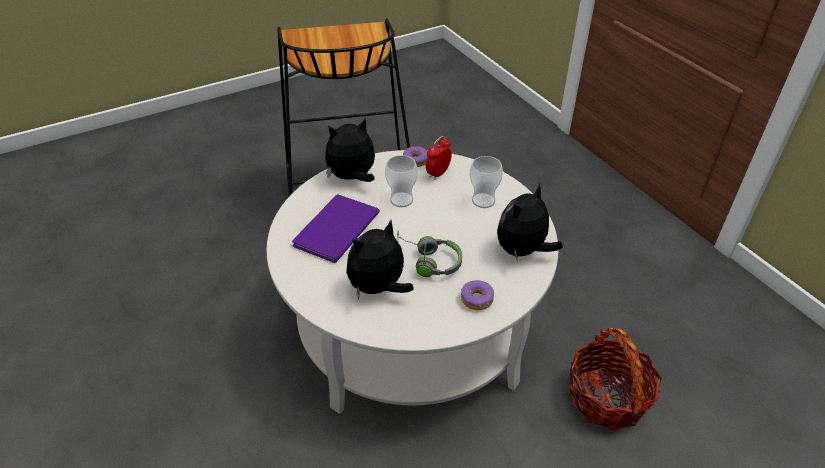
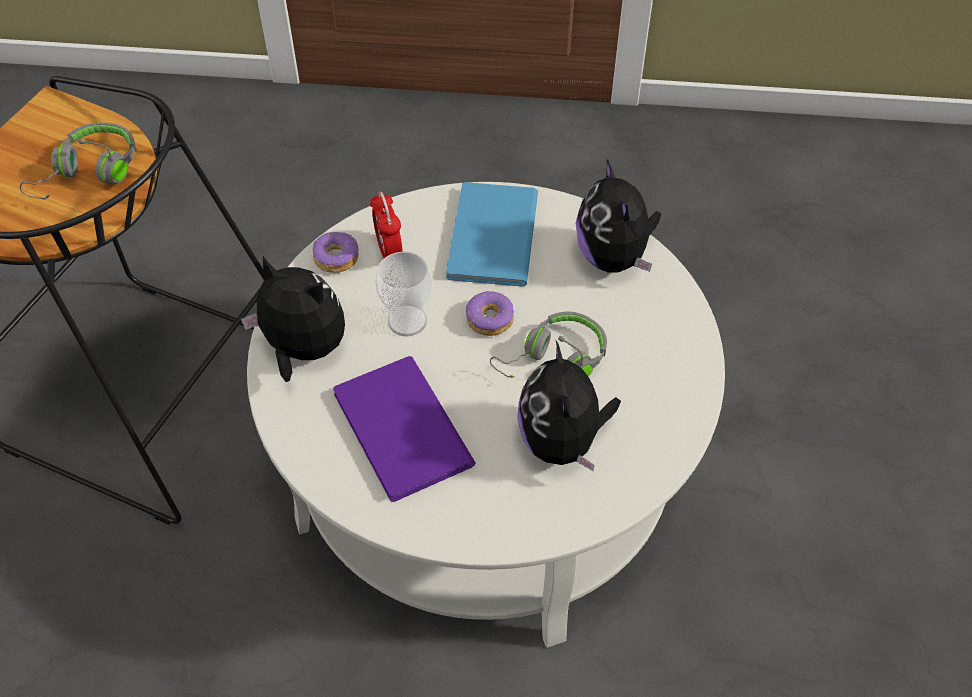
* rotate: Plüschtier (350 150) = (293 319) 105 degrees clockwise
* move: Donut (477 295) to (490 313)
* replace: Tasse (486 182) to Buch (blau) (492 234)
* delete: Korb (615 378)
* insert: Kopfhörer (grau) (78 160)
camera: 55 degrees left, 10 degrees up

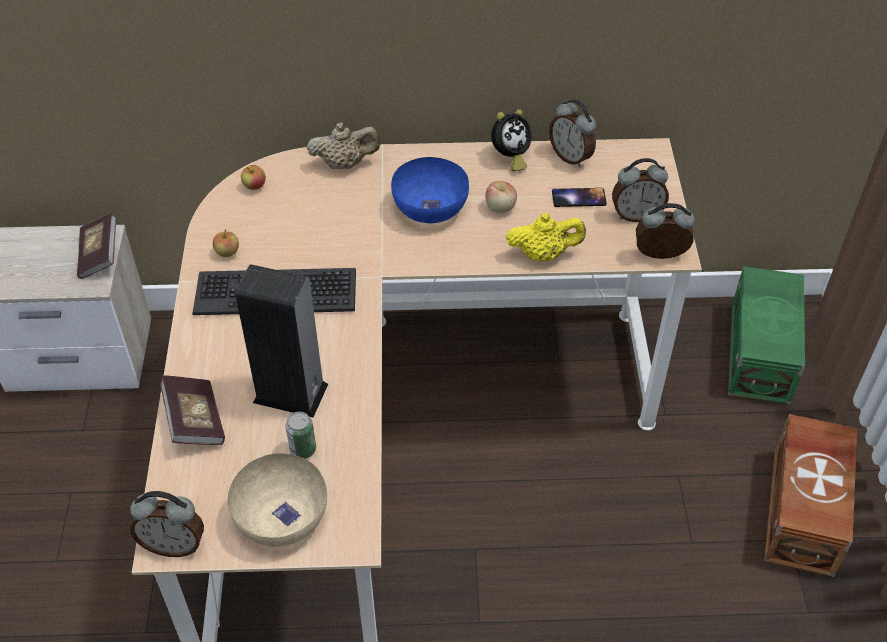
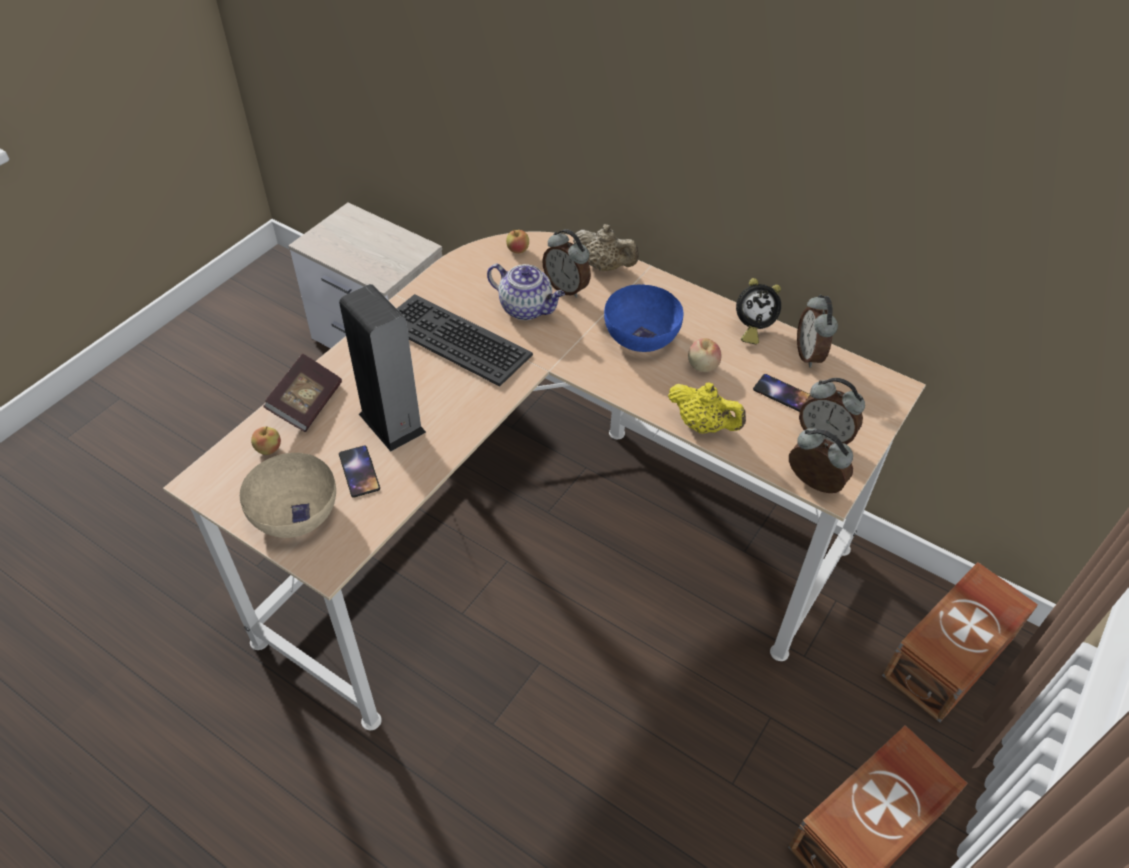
* delete: Buch (96 246)
* move: Wecker (167 524) to (566 263)
* move: Apfel (226 243) to (266 440)
* replace: Dose (301 435) to Handy (359 471)
* recolor: Aufbewahrungsbox (grün) (766 335) to Aufbewahrungsbox (braun) (960 642)
* insert: Teekanne (526 292)
camera: 35 degrees right, 0 degrees up

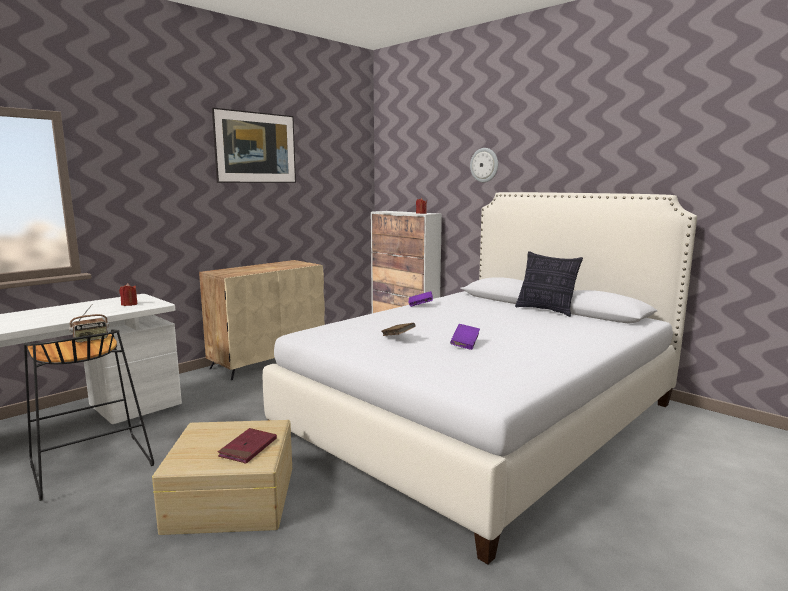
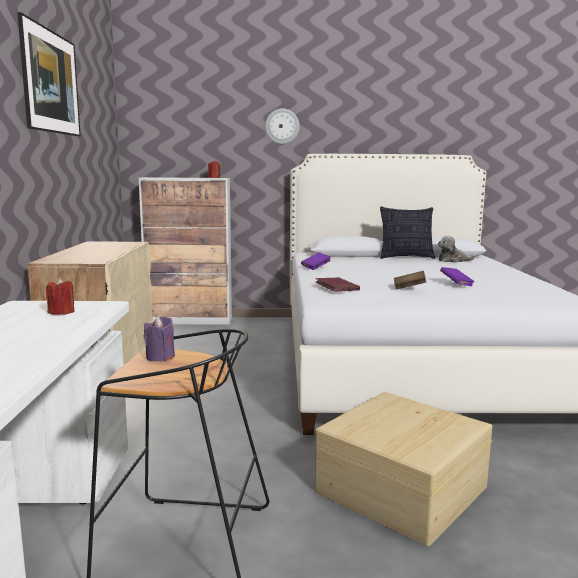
* replace: Radio (89 323) to Kerze (lila) (159 338)
* move: Buch (rot) (247 446) to (337 284)
* insert: Plüschtier (456 249)
camera: 45 degrees left, 0 degrees up

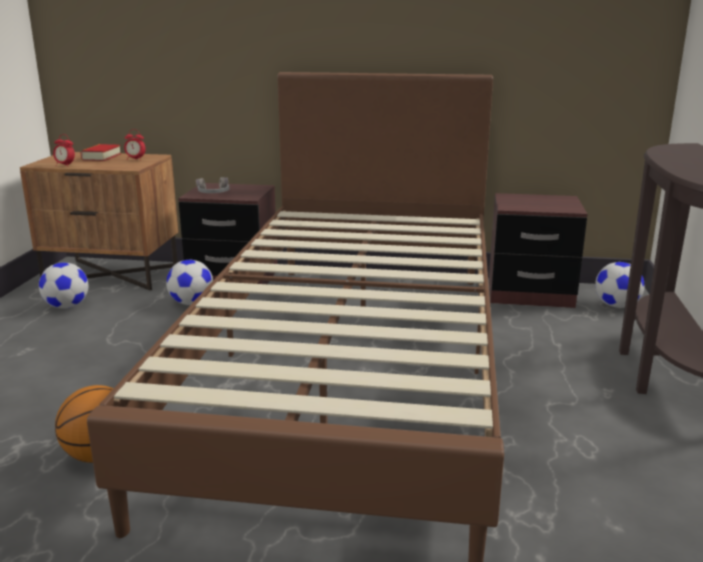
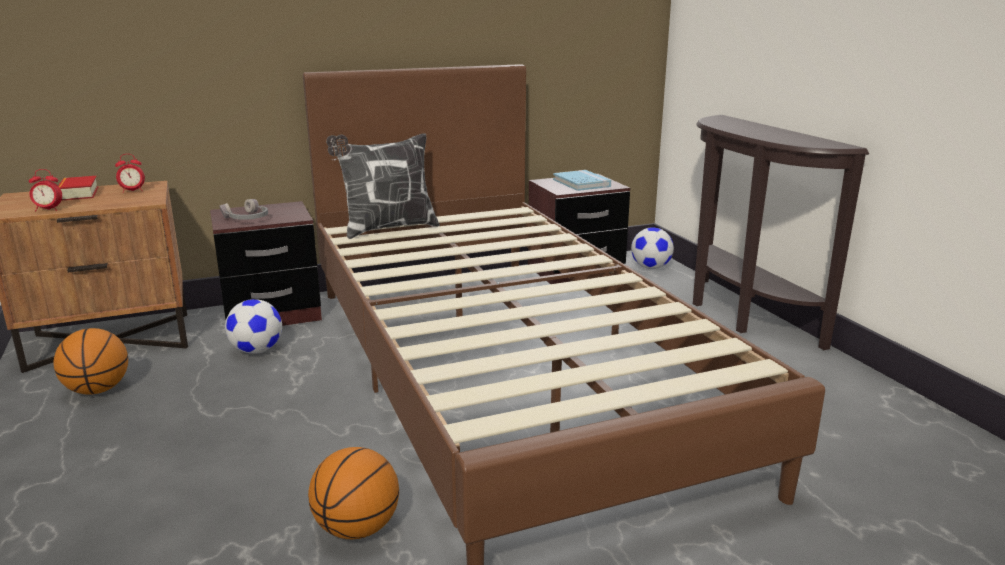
* replace: Fußball (64 286) to Basketball (90 361)
* insert: Kissen (383 186)
* insert: Buch (blau) (582 180)
camera: 30 degrees left, 0 degrees up

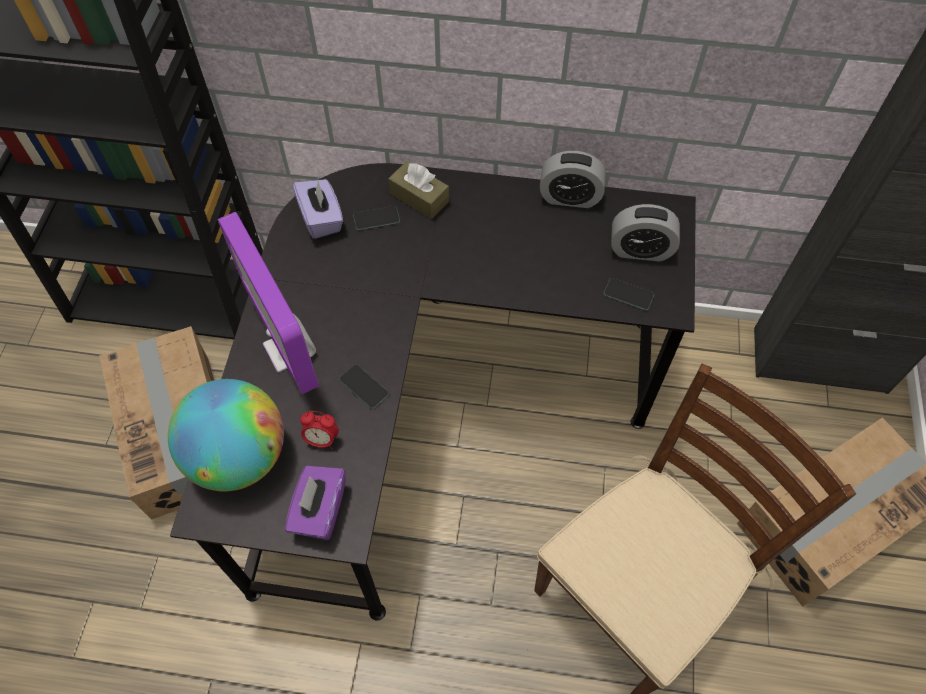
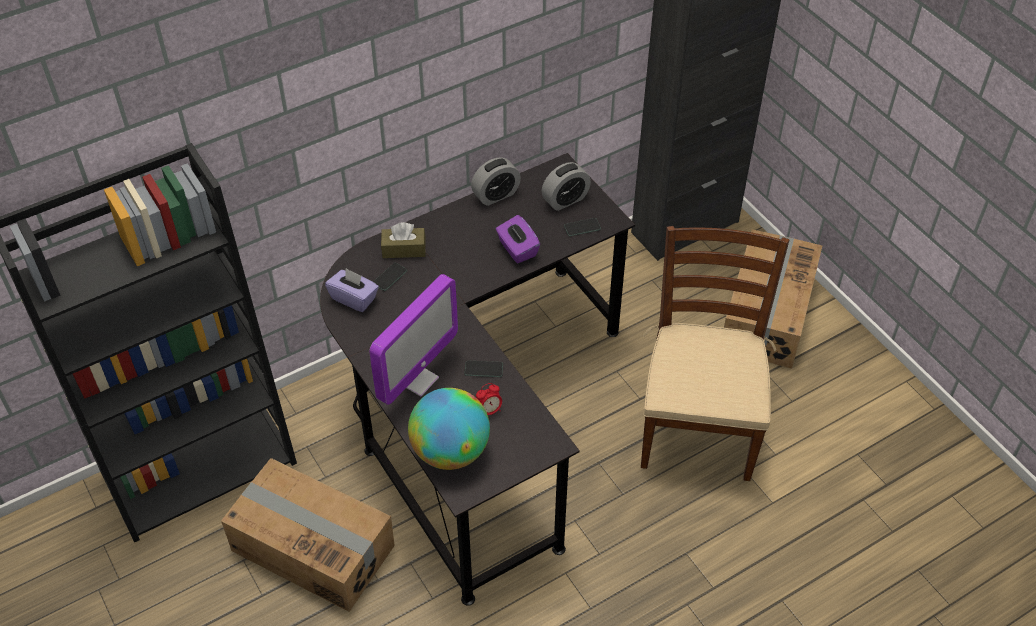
* rotate: Monitor (268 303) = (413 339) 75 degrees counterclockwise
* move: Taschentuchbox (lila) (315 503) to (518 239)
camera: 40 degrees left, 10 degrees down

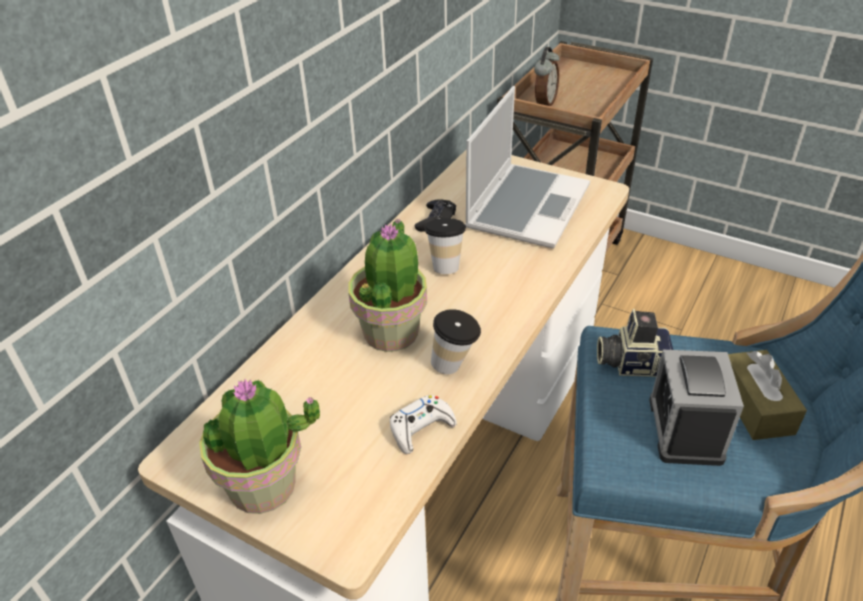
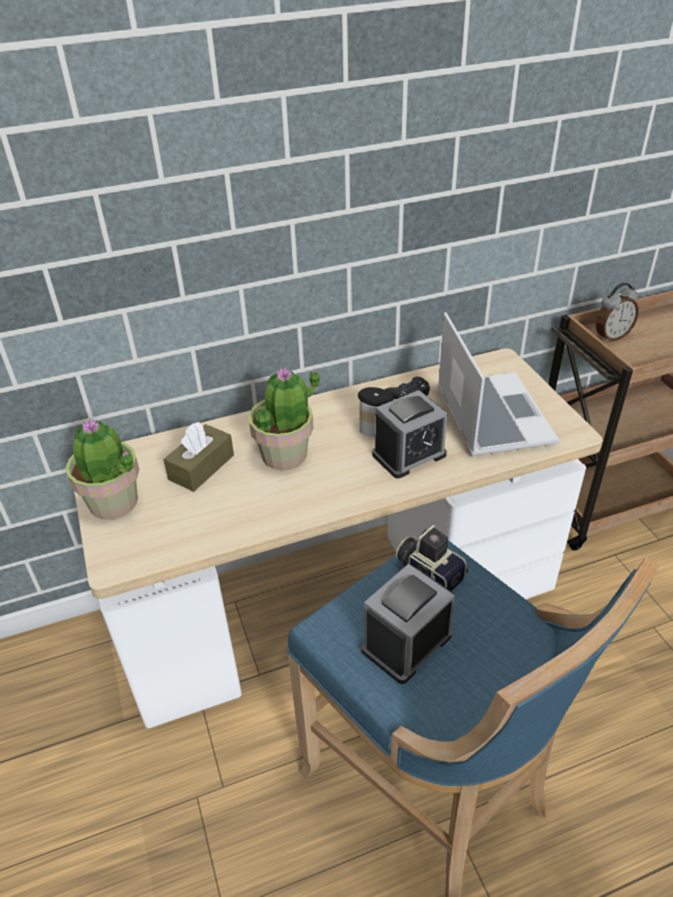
* delete: Gamepad (weiß) (423 424)
* delete: Tasse (456 341)
* rotate: Laptop (527 167) = (498 384) 75 degrees counterclockwise
* move: Taschentuchbox (braun) (767 395) to (198 457)
* insert: Wecker (409 434)
camera: 40 degrees right, 0 degrees up

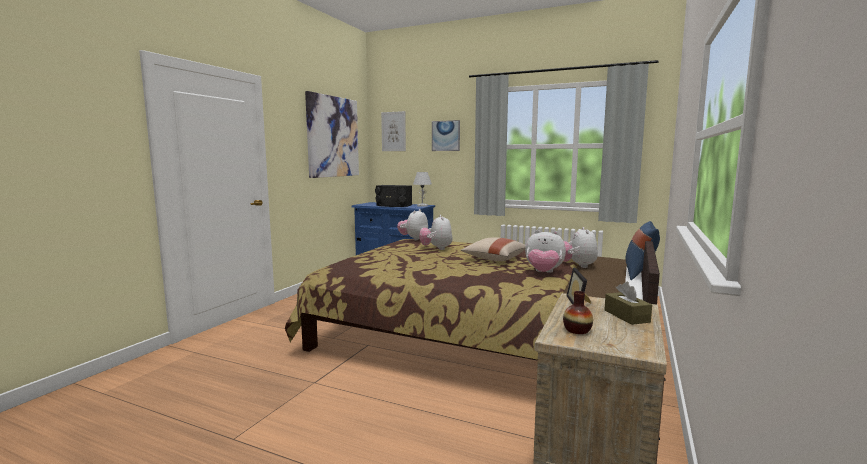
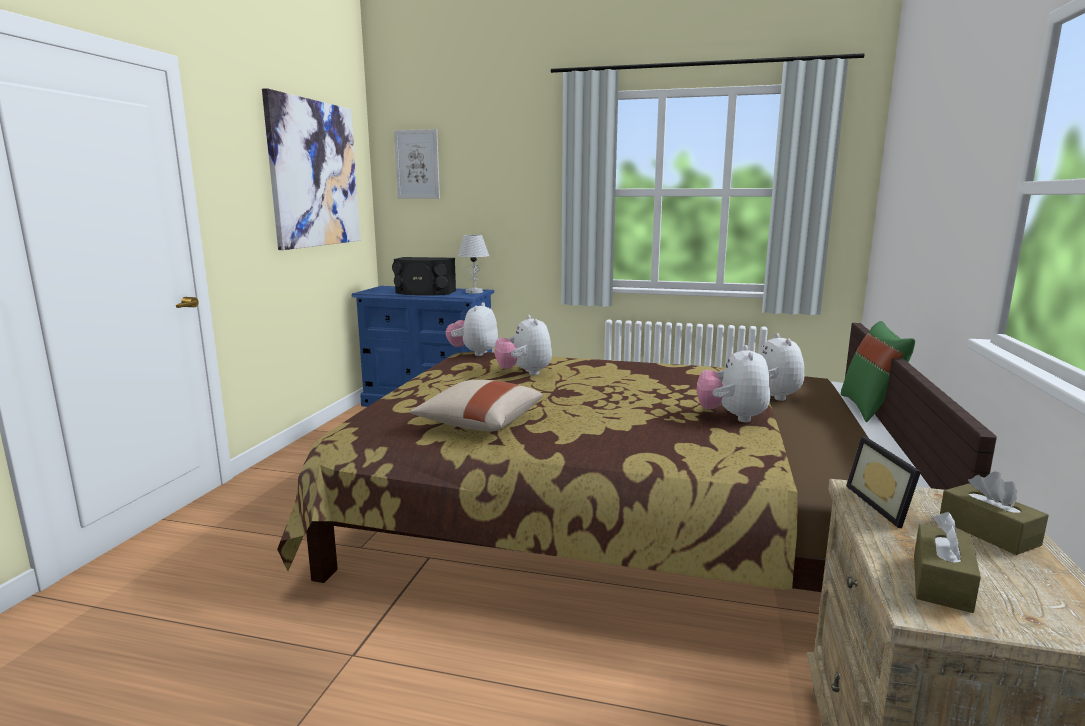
* delete: Bild (446 135)
* move: Kissen (beige) (493 249) to (476 405)
* rotate: Plüschtier (545 251) = (733 383) 90 degrees clockwise
* replace: Vase (578 312) to Taschentuchbox (braun) (947 562)
* recolor: Kissen (blau) (643 250) to Kissen (grün) (878 371)
camera: 10 degrees left, 5 degrees up

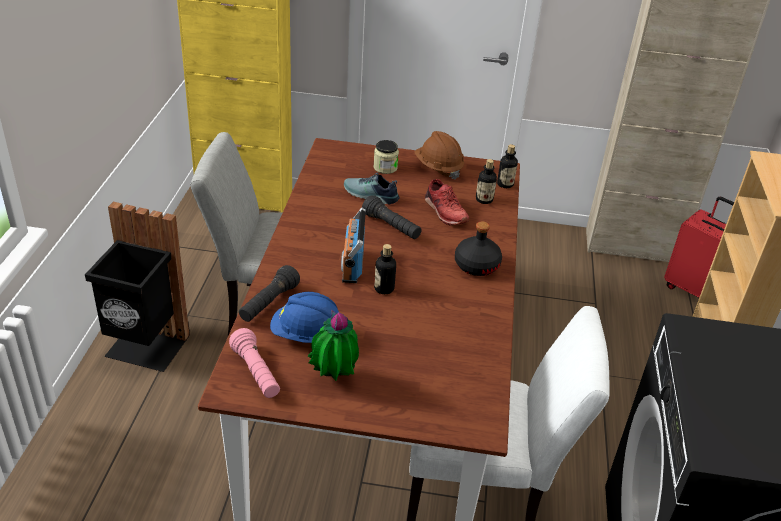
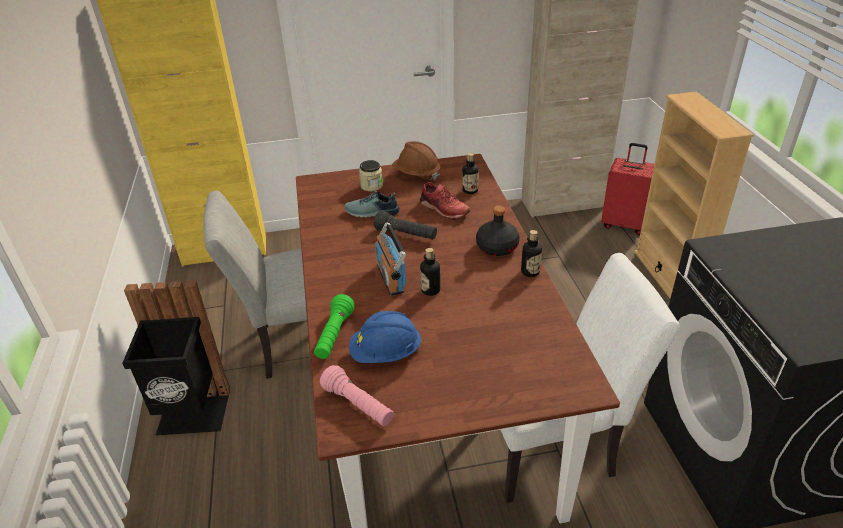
* recolor: Taschenlampe (schwarz) (269 293) to Taschenlampe (grün) (334 326)
* delete: Topfpflanze (333 345)
* move: Flasche (507 166) to (531 253)
camera: 15 degrees left, 0 degrees up

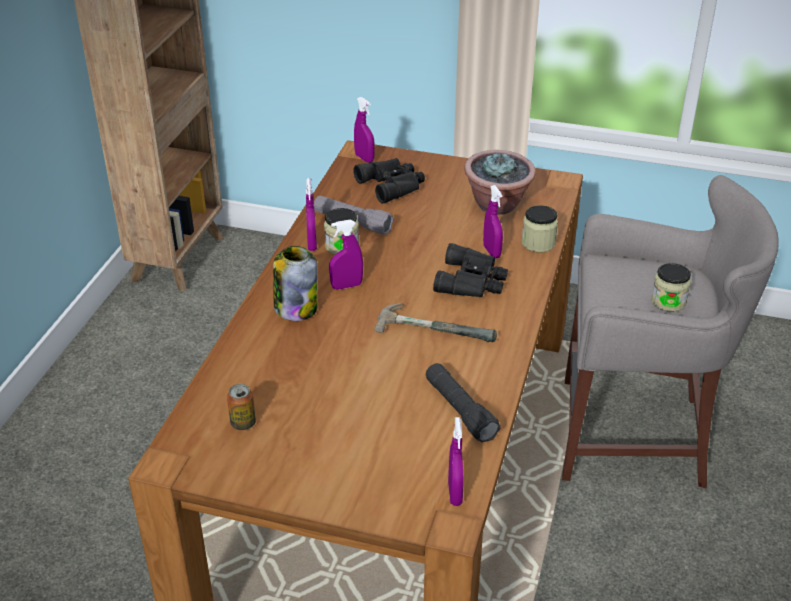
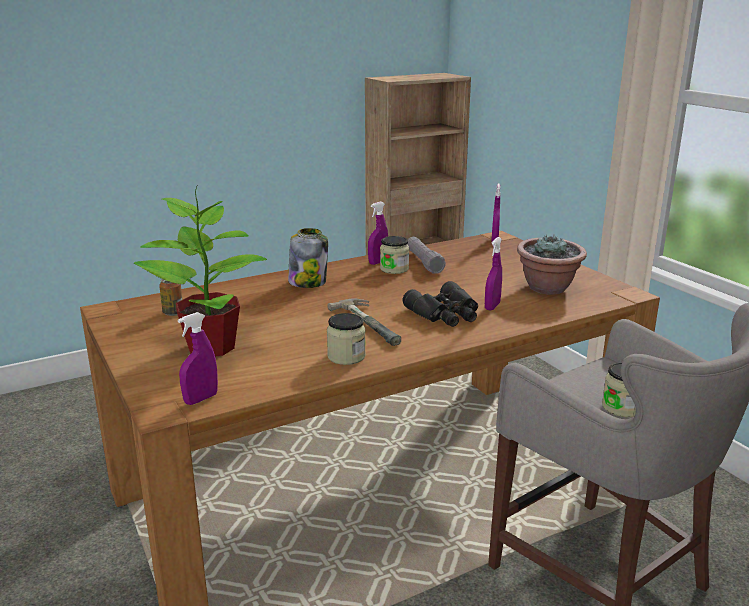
* delete: Sprühflasche (lila) (346 255)
* delete: Fernglas (schwarz) (389 181)
* delete: Taschenlampe (schwarz) (463 403)
* move: Vorratsglas (540 228) to (346 339)
* insert: Topfpflanze (200 271)
camera: 45 degrees right, 15 degrees down

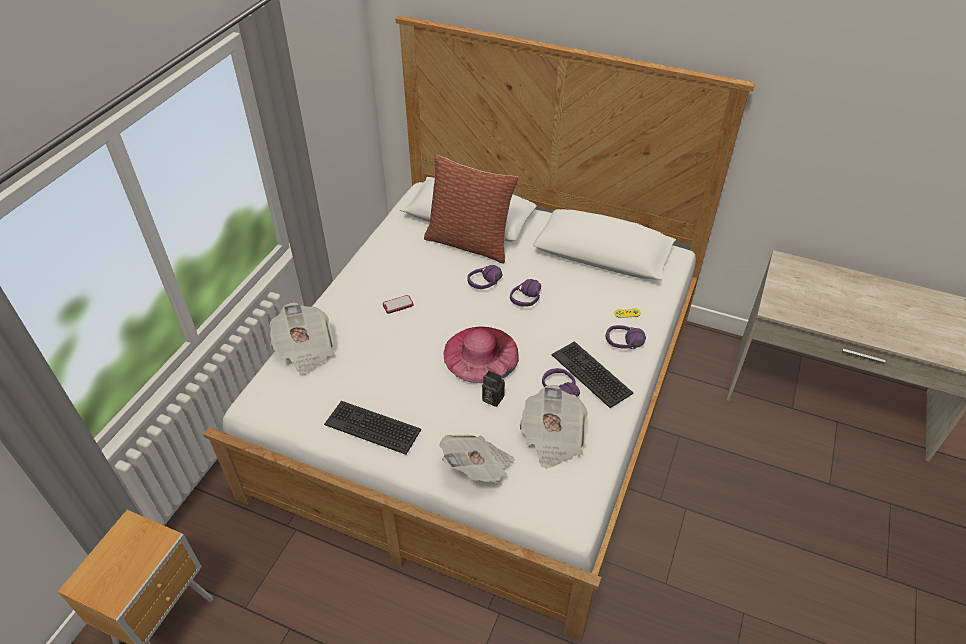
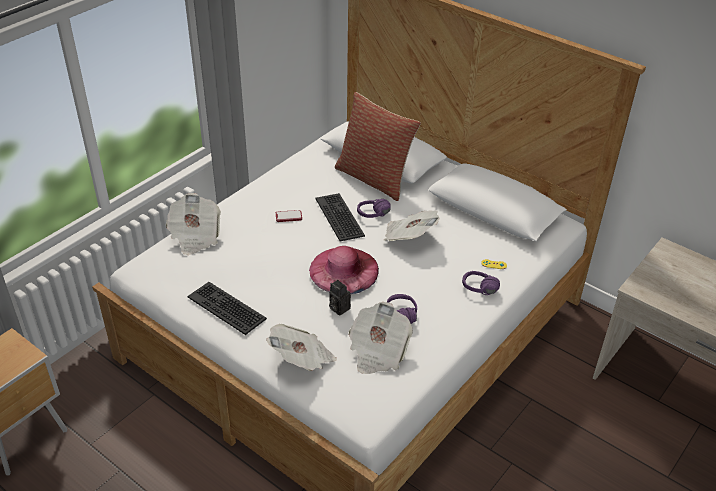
* replace: Kopfhörer (lila) (525 293) to Zeitung (411 225)
* move: Tastatur (592 374) to (340 217)
camera: 15 degrees right, 5 degrees down

